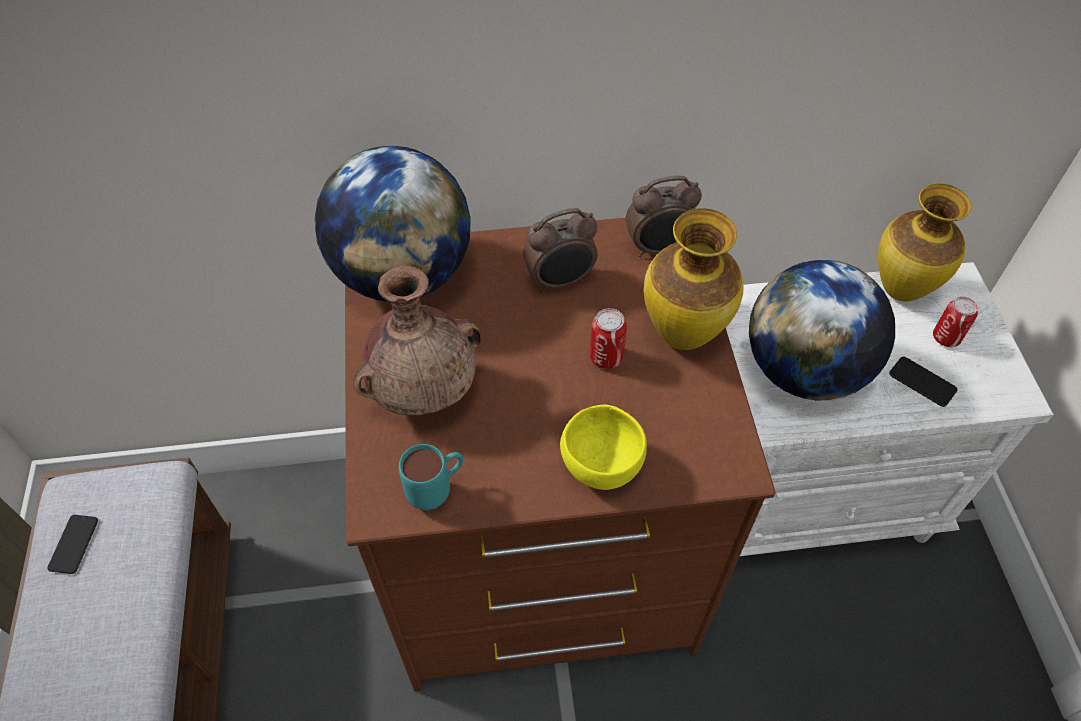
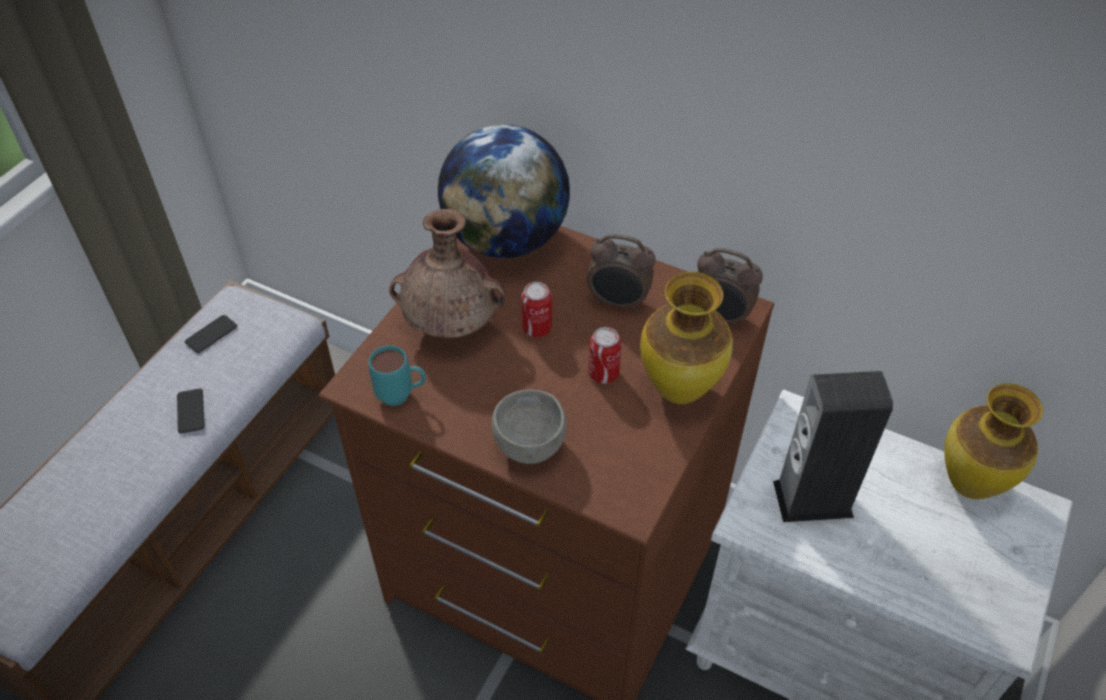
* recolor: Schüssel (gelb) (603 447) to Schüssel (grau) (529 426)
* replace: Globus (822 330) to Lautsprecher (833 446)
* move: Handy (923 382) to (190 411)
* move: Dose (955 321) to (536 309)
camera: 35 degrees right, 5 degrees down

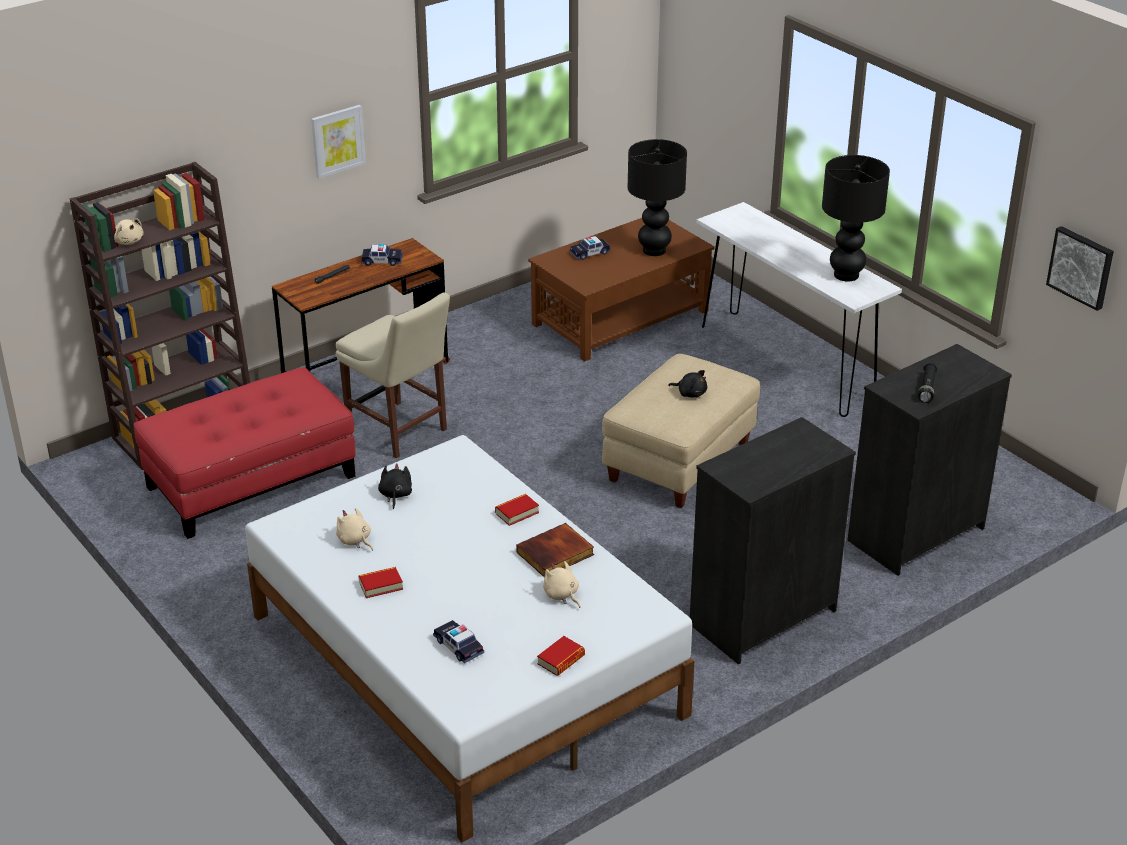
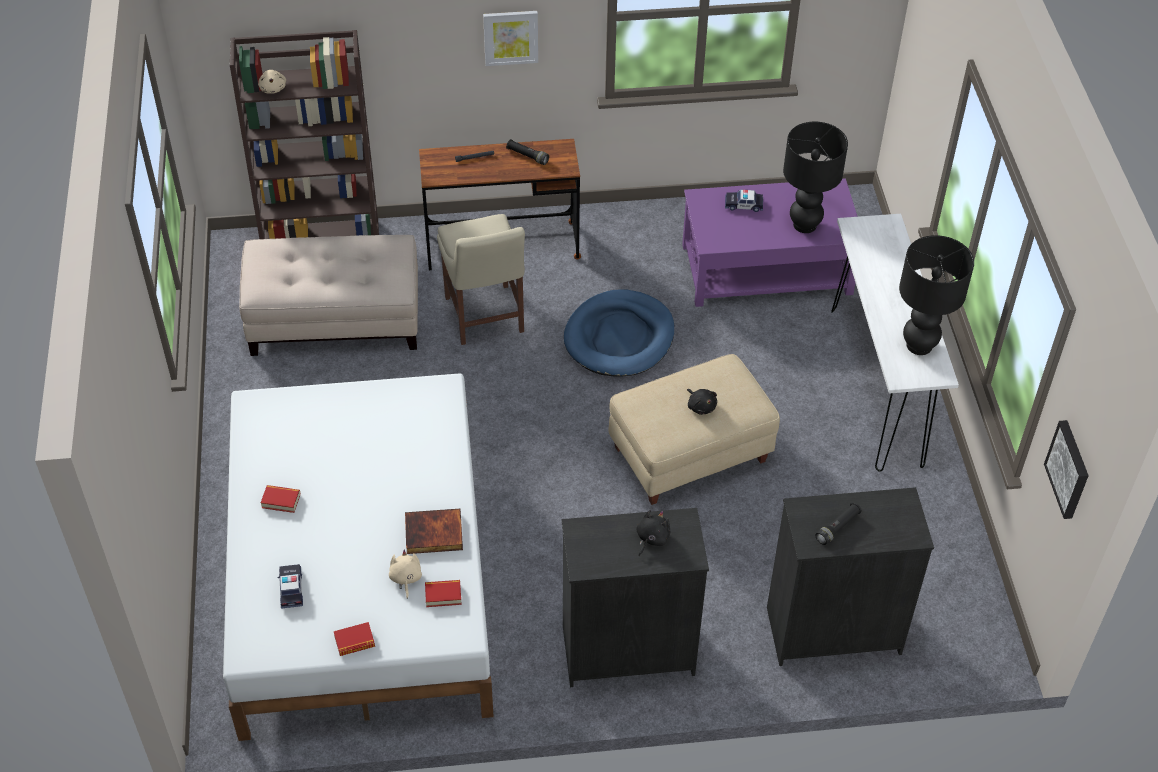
* recolor: Polsterhocker (rot) (245 453) to Polsterhocker (beige) (328 295)
* delete: Plüschtier (beige) (354 529)
* replace: Spielzeugauto (382 255) to Taschenlampe (schwarz) (527 152)
* move: Plüschtier (schwarz) (395 486) to (653 533)
* move: Buch (517 510) to (443 593)
* recolor: Couchtisch (braun) (621 290) to Couchtisch (lila) (770 242)
* insert: Hundebett (blau) (619 333)
camera: 30 degrees right, 15 degrees up

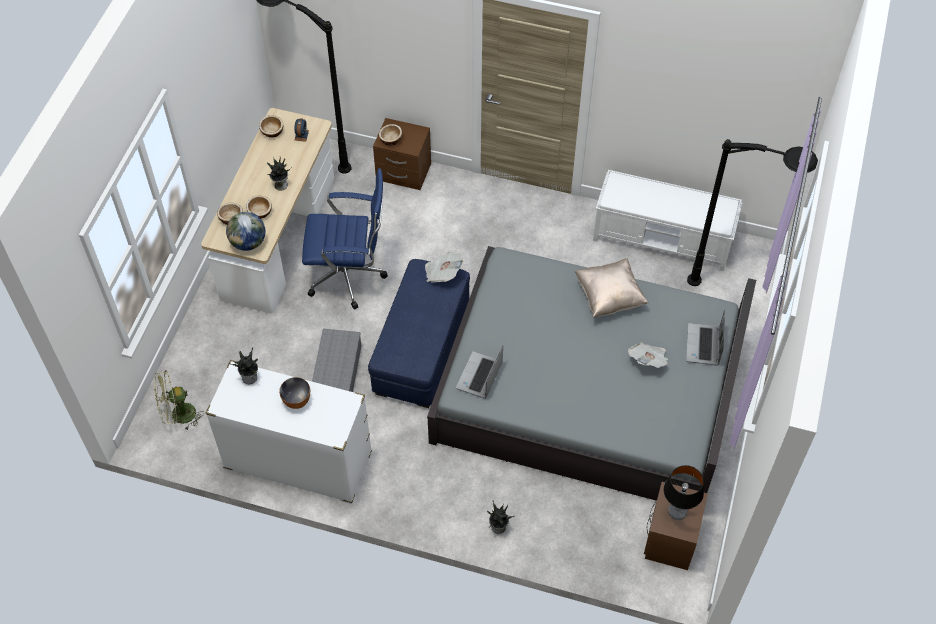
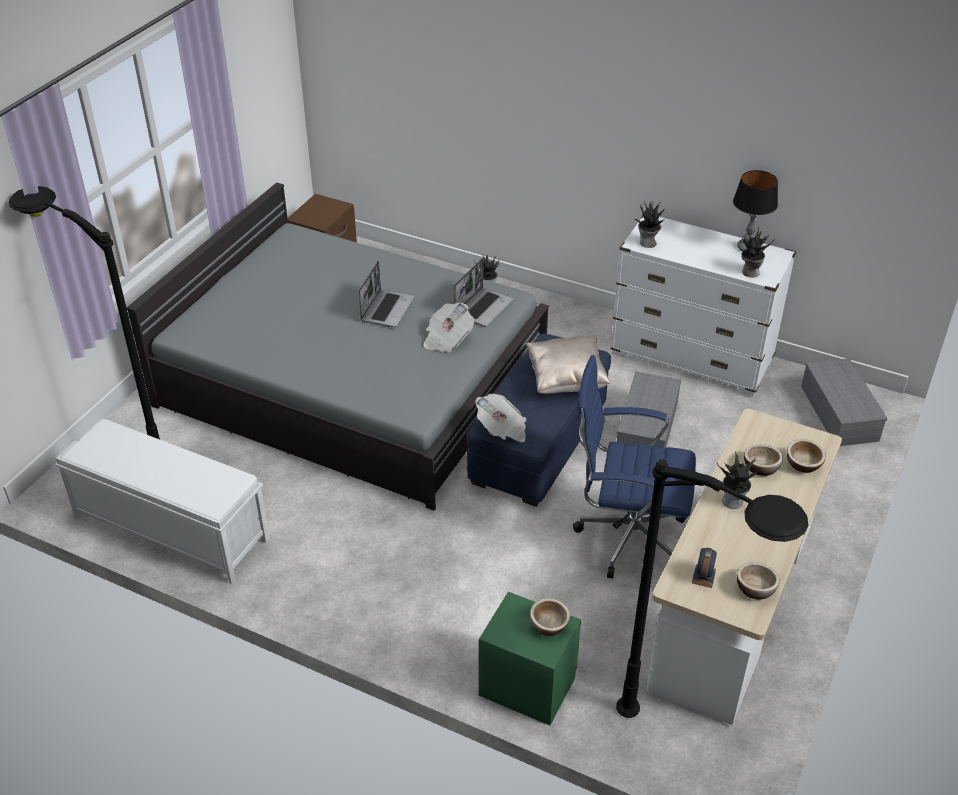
* replace: Ventilator (grün) (179 400) to Aufbewahrungsbox (grau) (844 402)
* delete: Globus (245 231)
* delete: Schüssel (294 393)
* recolor: Nachttisch (braun) (402 154) to Nachttisch (grün) (530 658)
* move: Kissen (beige) (611 287) to (568 365)
* move: Zeitung (648 355) to (448 327)
* move: Tischlampe (684 492) to (755 211)
* move: Laptop (705 338) to (387 294)
* insert: Topfpflanze (649 224)
camera: 170 degrees left, 15 degrees down

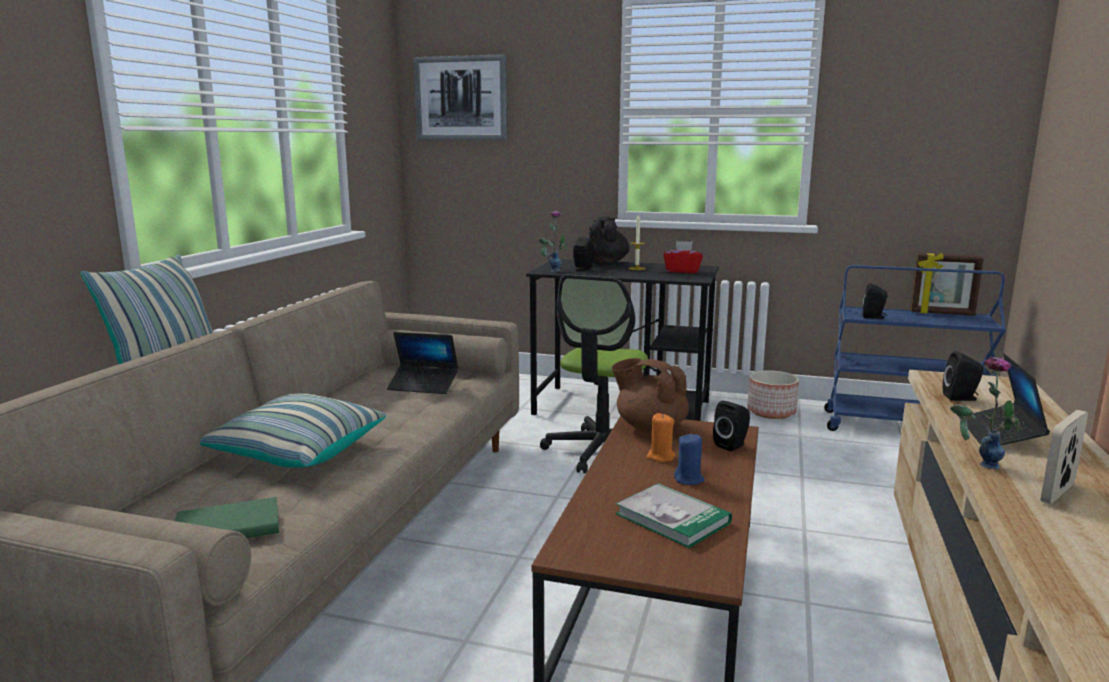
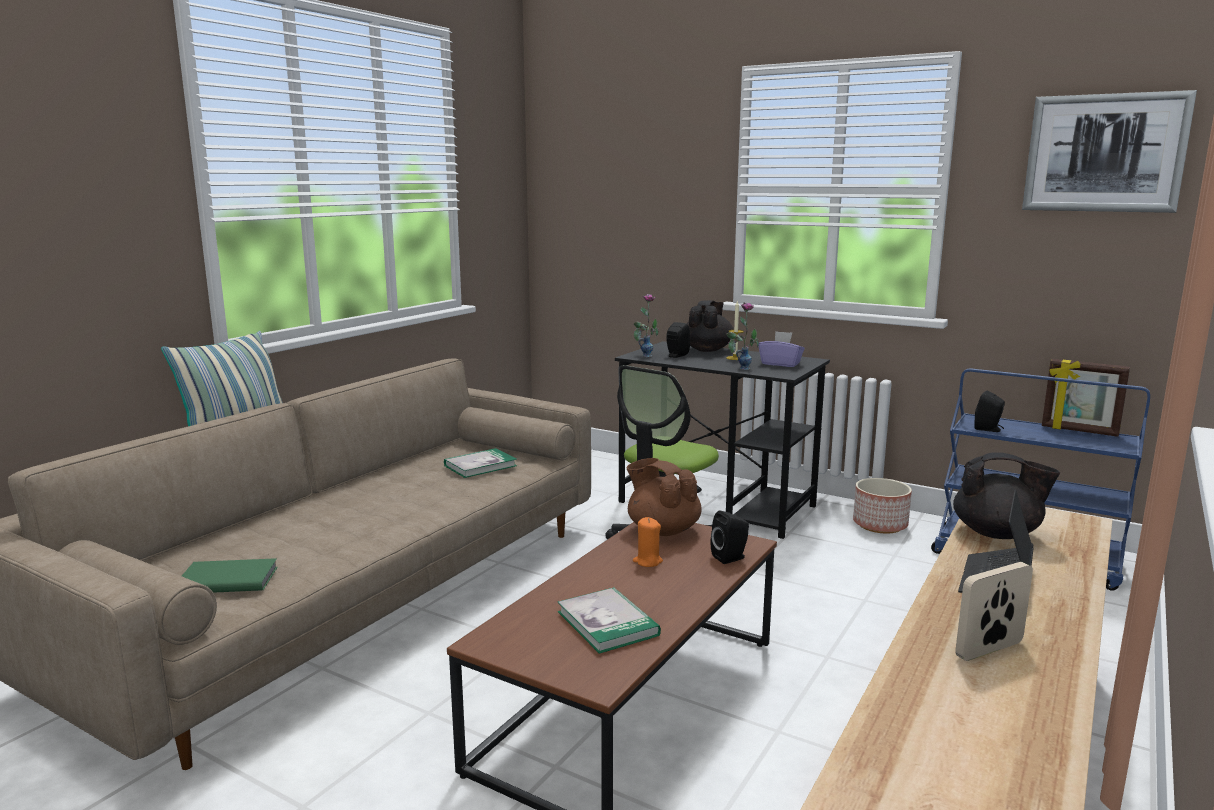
* delete: Kissen (293 430)
* replace: Laptop (422 363) to Buch (480 463)
* move: Bild (460 97) to (1109 151)
* recolor: Taschentuchbox (rot) (683 257) to Taschentuchbox (lila) (782 349)
* delete: Kerze (blau) (689 459)
* replace: Lautsprecher (schwarz) (963 376) to Teekanne (schwarz) (1006 495)
* move: Vase (985 413) to (742 336)
camera: 15 degrees right, 0 degrees up

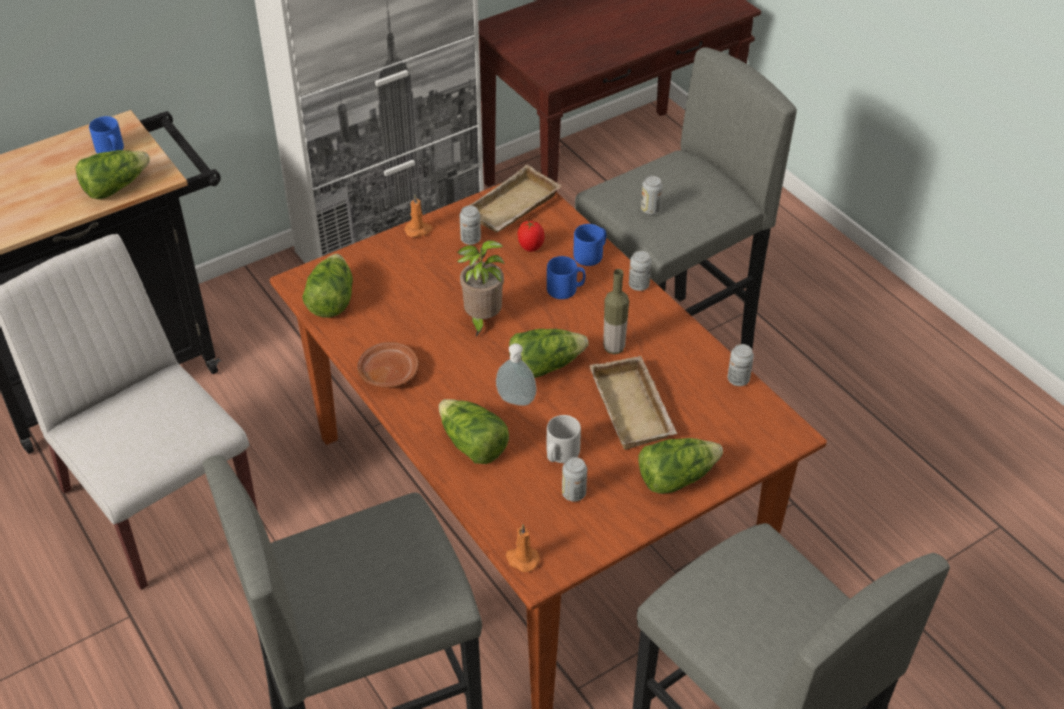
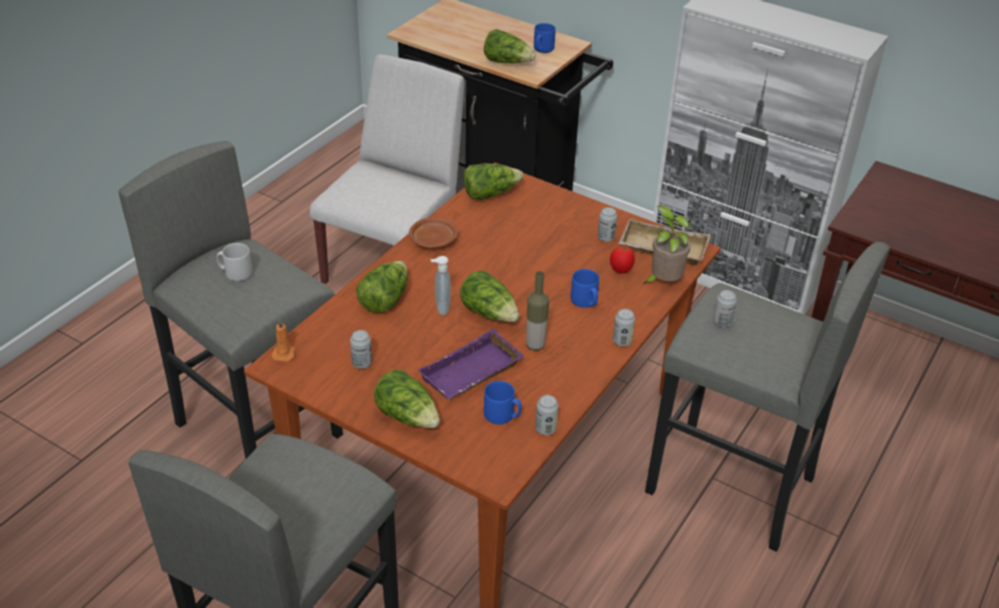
* delete: Kerze (orange) (418 216)
* move: Topfpflanze (481 288) to (668 245)
* move: Henkelbecher (grau) (563 439) to (234 262)
* move: Henkelbecher (blau) (589 245) to (503 402)
* recolor: Tablett (beige) (633 403) to Tablett (lila) (471 364)
camera: 65 degrees right, 5 degrees down

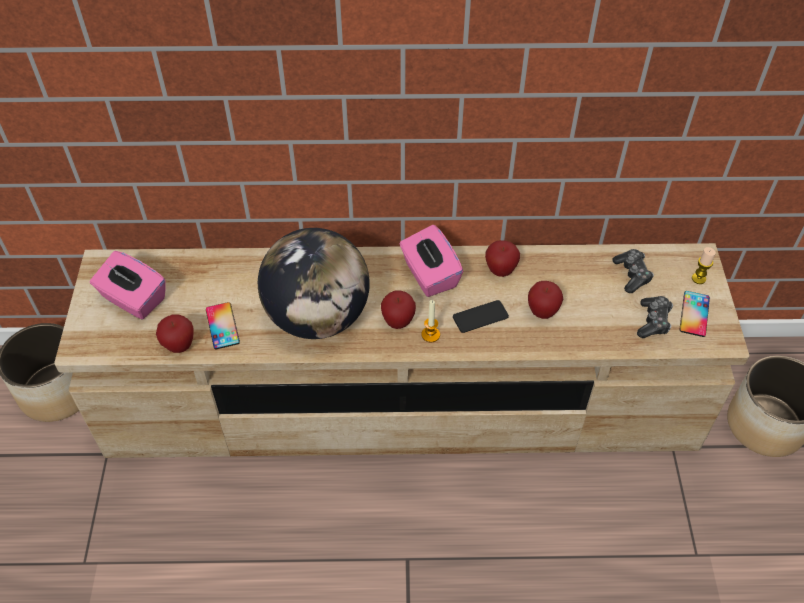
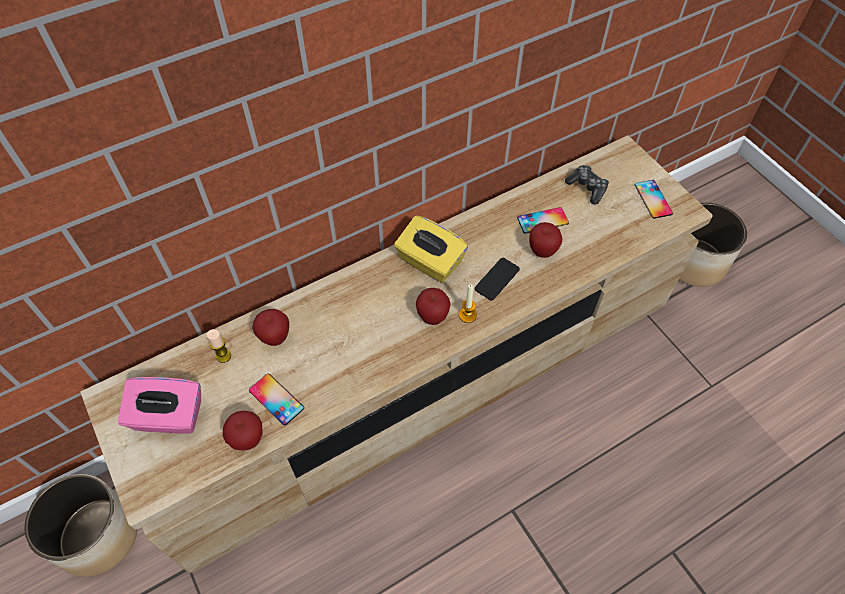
* delete: Globus (314 283)
* recolor: Taschentuchbox (rosa) (431 261) to Taschentuchbox (gelb) (431 249)
* move: Apfel (502 258) to (270 327)
* delete: Gamepad (655 317)
* move: Kerze (704 265) to (219 346)
* insert: Handy (543 220)
camera: 30 degrees left, 5 degrees up

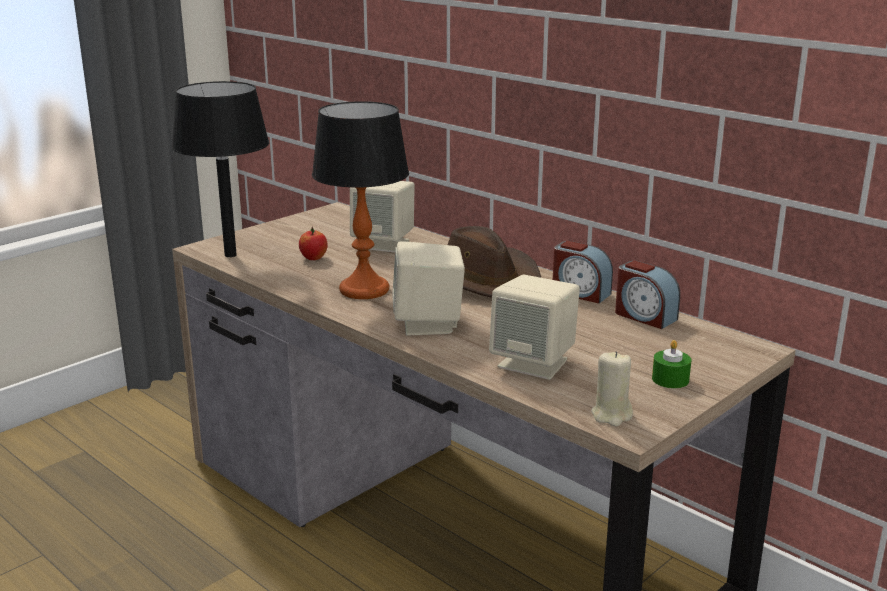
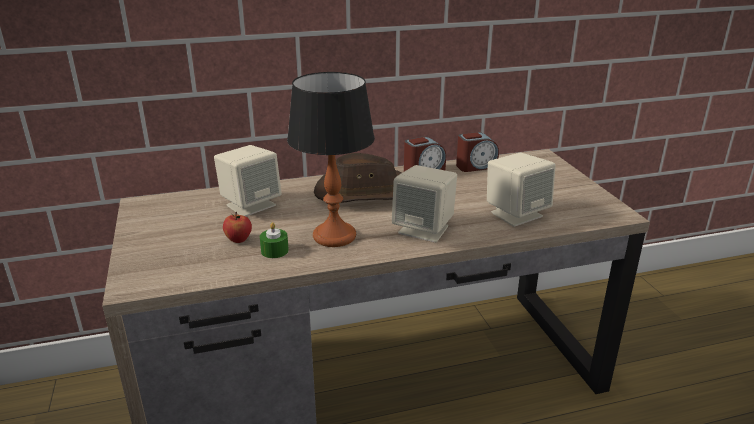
* delete: Tischlampe (schwarz) (220 169)
* delete: Kerze (beige) (612 388)
* move: Kerze (grün) (671 364) to (274 240)
camera: 60 degrees left, 5 degrees up

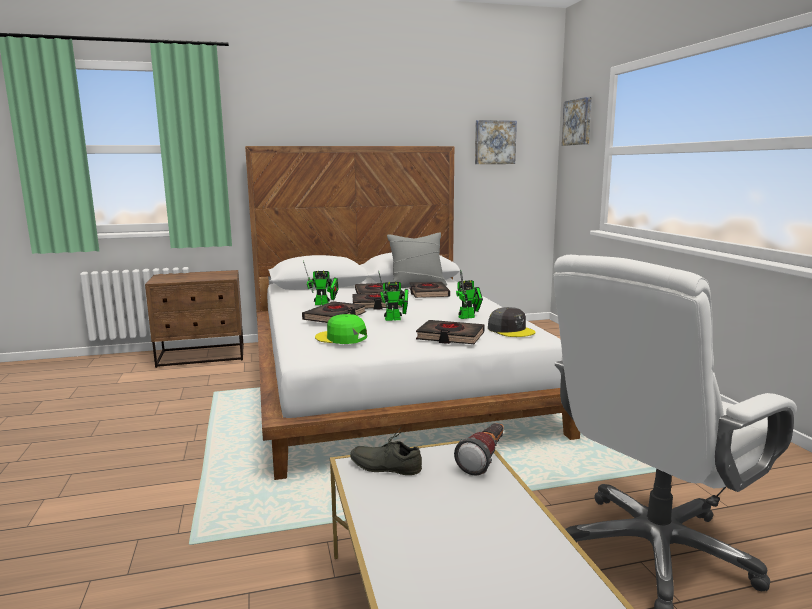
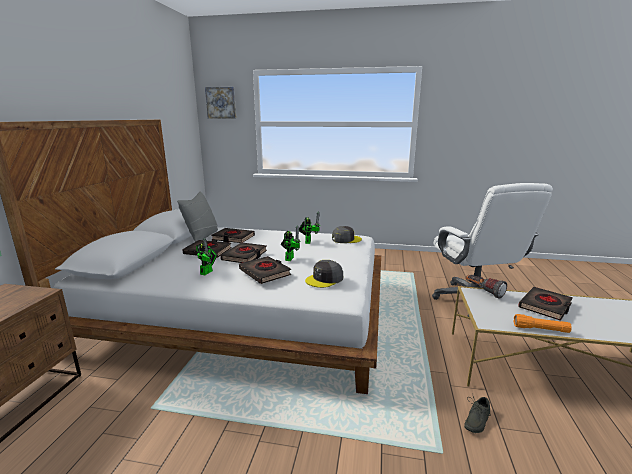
* recolor: Kappe (grün) (341 329) to Kappe (grau) (324 274)
* move: Schuh (grau) (386 451) to (477 413)
* move: Buch (schwarz) (450 332) to (545 304)
* delete: Bild (496 142)
* insert: Taschenlampe (orange) (542 323)
camera: 65 degrees left, 5 degrees up

